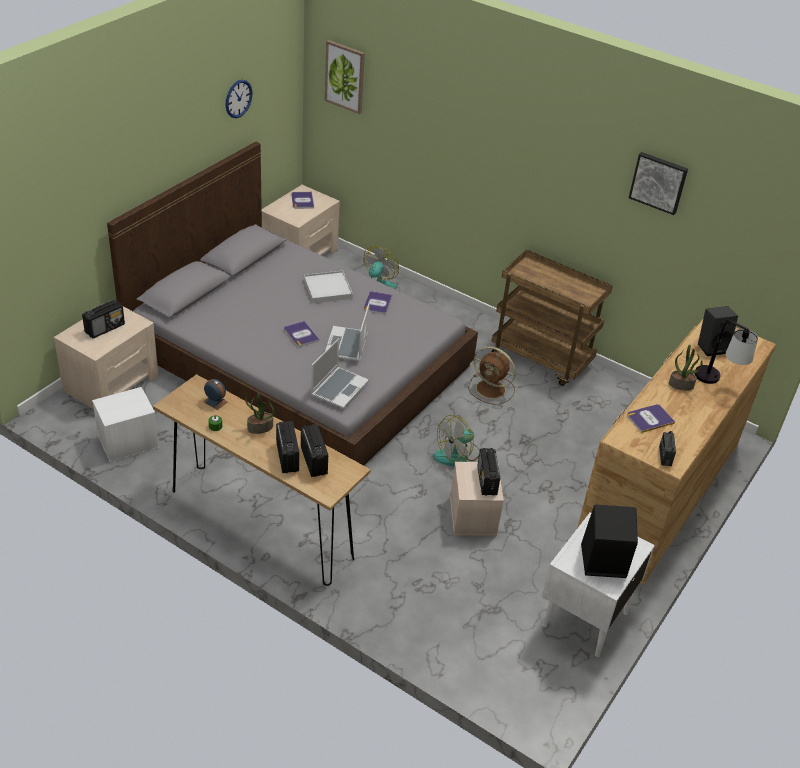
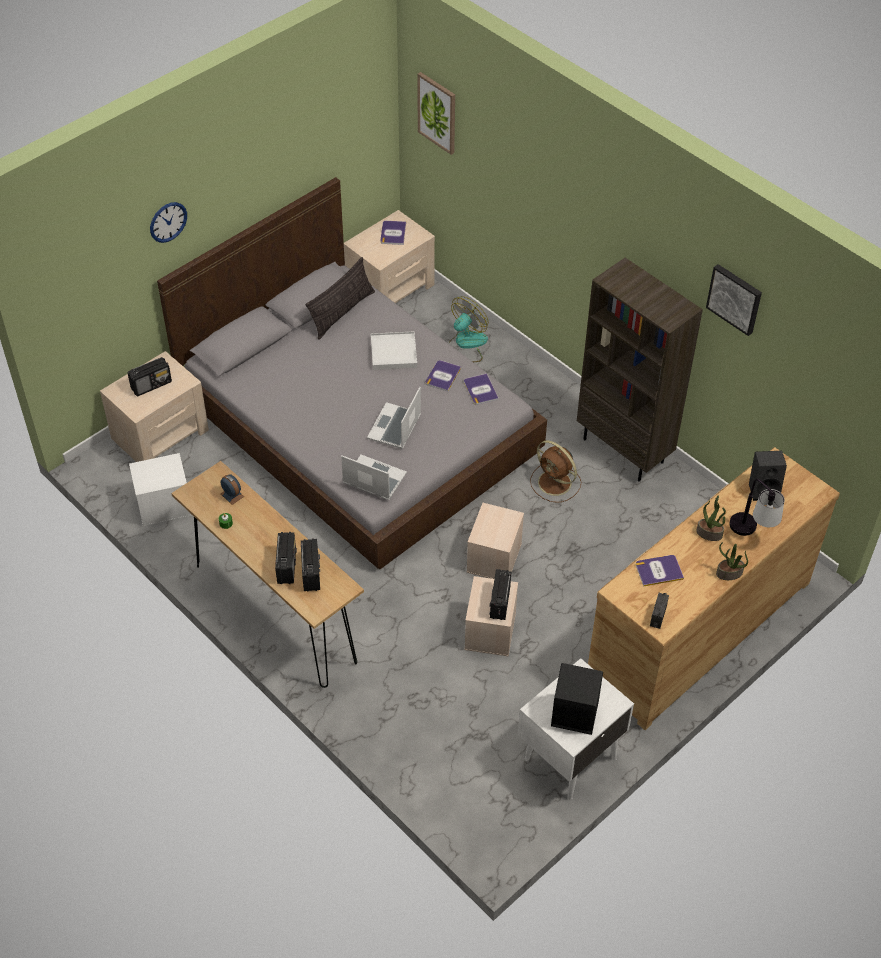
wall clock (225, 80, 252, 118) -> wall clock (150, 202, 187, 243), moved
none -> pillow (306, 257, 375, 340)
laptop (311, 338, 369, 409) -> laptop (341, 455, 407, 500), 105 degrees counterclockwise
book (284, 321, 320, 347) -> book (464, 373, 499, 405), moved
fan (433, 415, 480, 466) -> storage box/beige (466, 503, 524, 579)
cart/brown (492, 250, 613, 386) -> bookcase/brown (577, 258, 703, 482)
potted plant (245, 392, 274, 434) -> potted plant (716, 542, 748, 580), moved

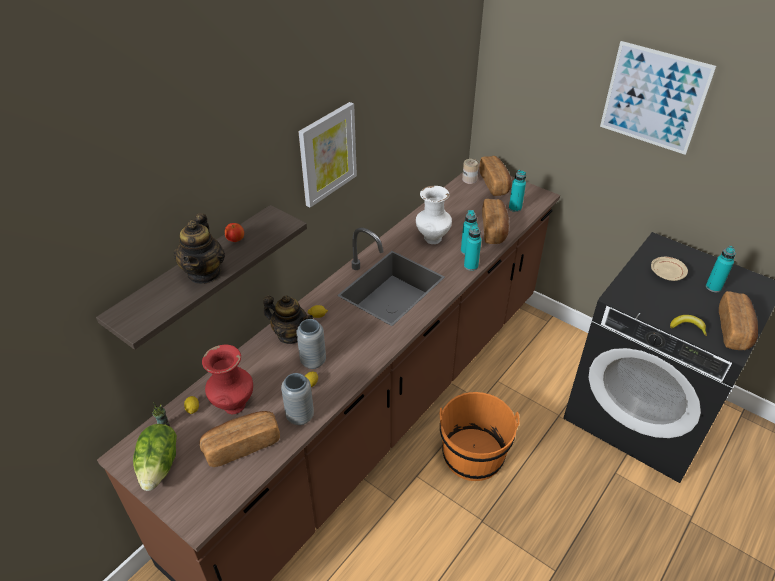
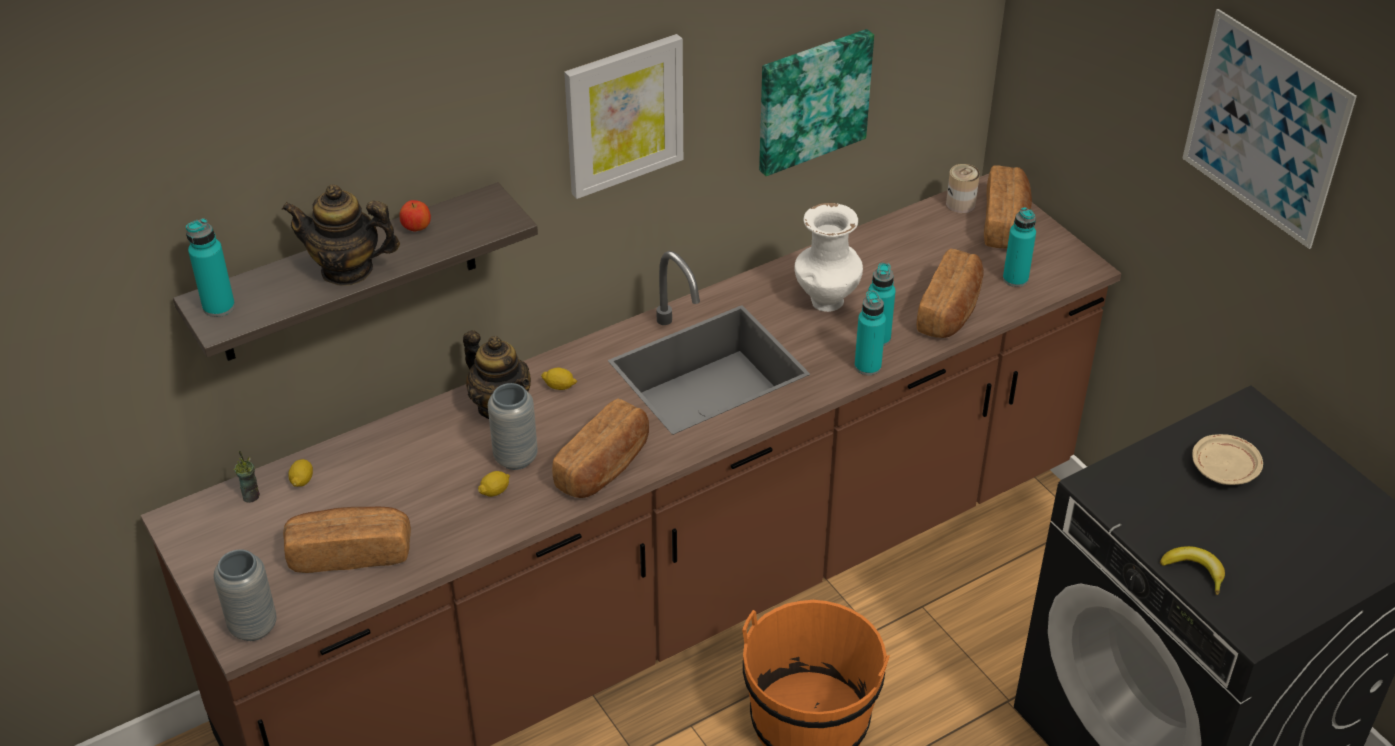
bottle/turquoise (706, 246, 736, 292) -> bottle/turquoise (186, 218, 235, 317), moved
vase/grey (281, 373, 314, 425) -> vase/grey (213, 549, 277, 641), moved
teapot (174, 213, 225, 284) -> teapot (282, 184, 400, 286), 75 degrees clockwise
bread (719, 291, 758, 350) -> bread (552, 398, 649, 498), moved
none -> picture (759, 29, 874, 176)
lettuce (133, 424, 177, 491) -> none
vase/red (202, 345, 253, 414) -> none

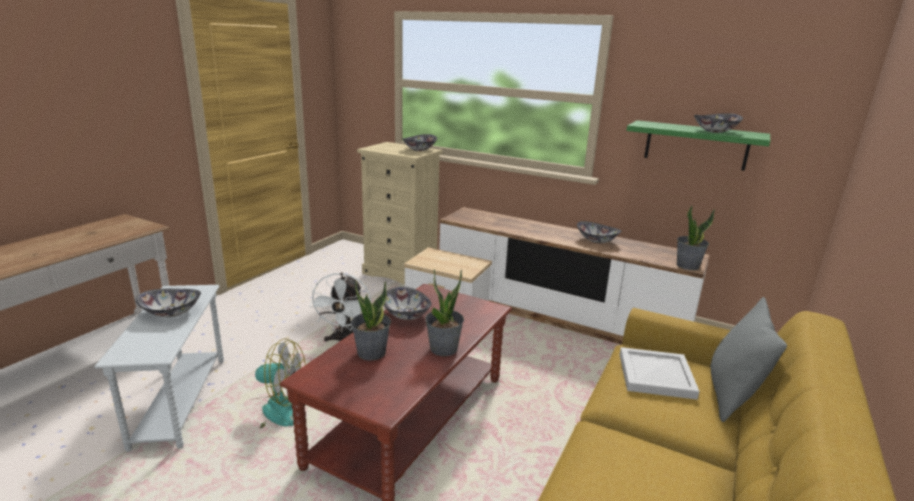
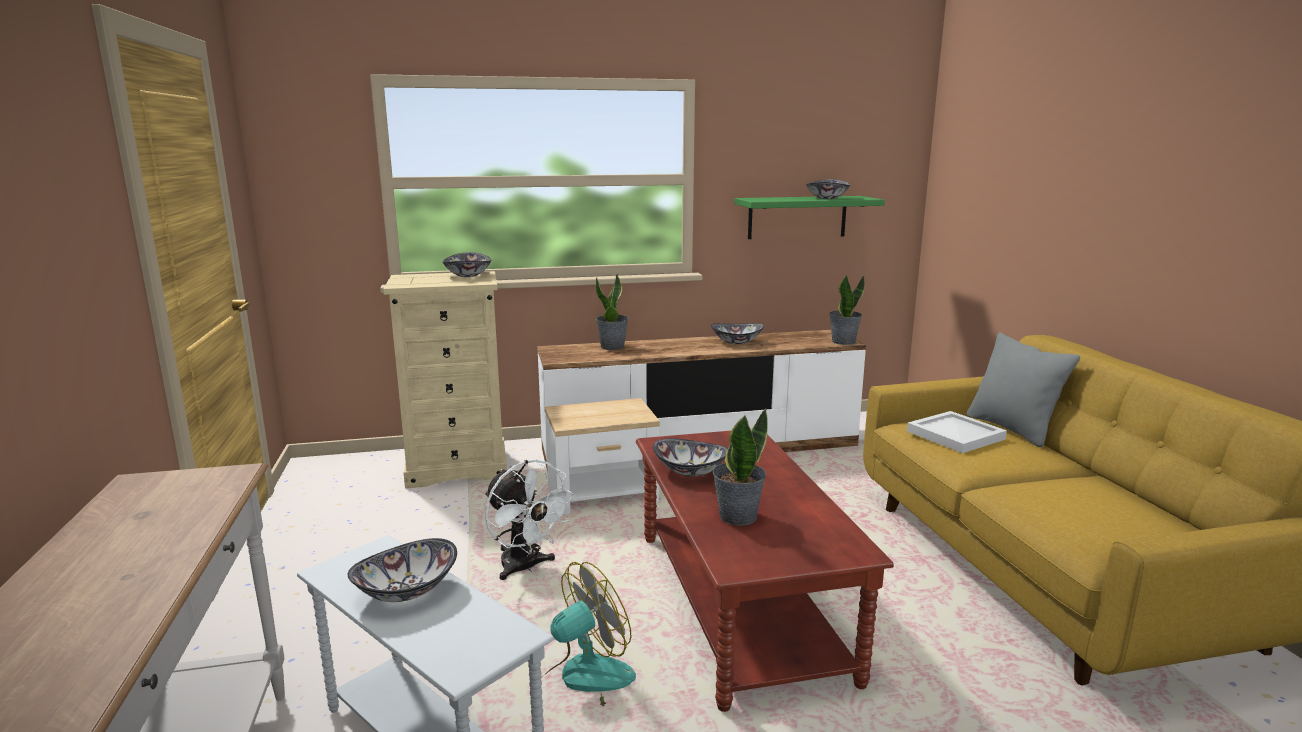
potted plant (425, 269, 464, 356) -> potted plant (595, 274, 629, 350), moved

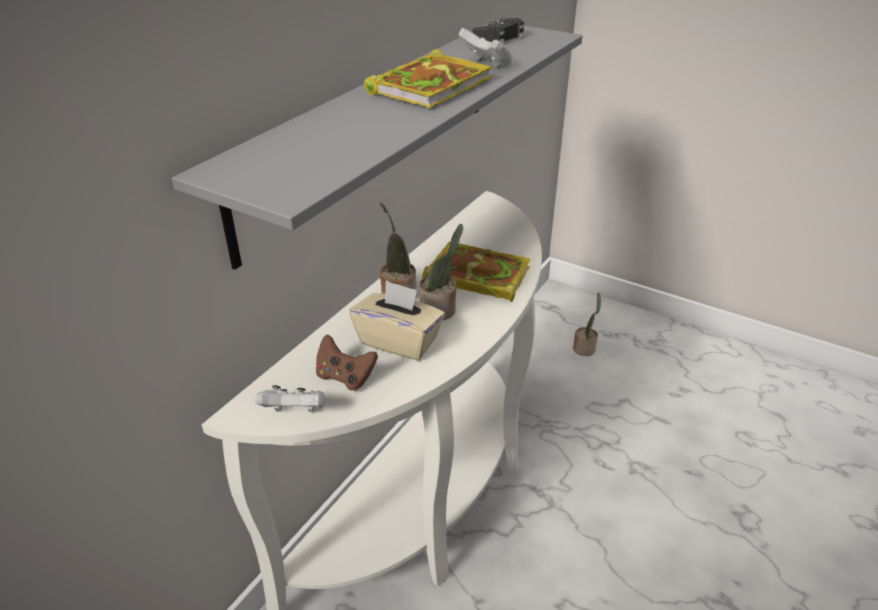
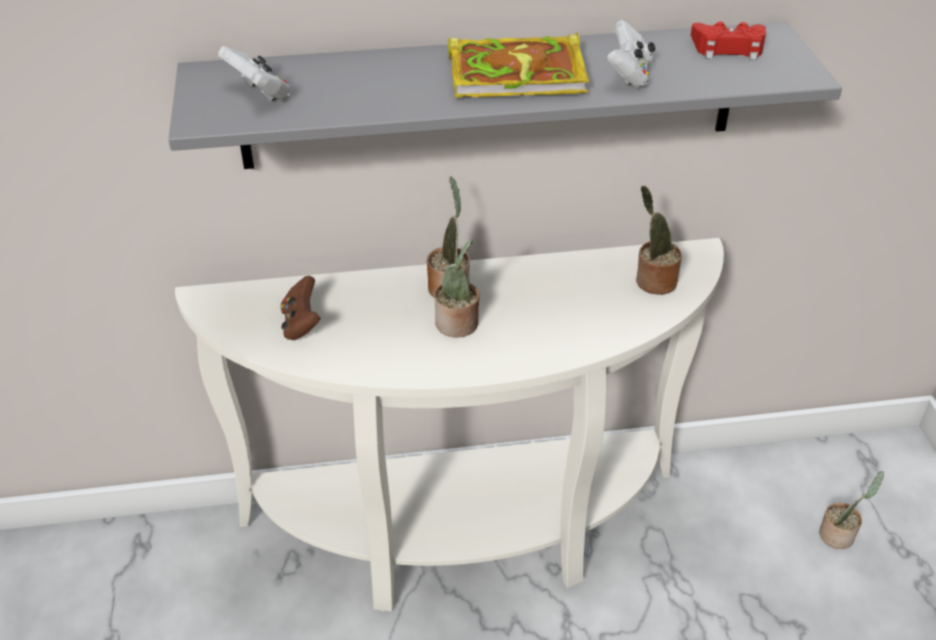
game controller/white (255, 385, 325, 412) -> game controller/white (218, 46, 291, 101), moved
none -> potted plant (636, 186, 682, 295)
game controller/black (473, 17, 524, 44) -> game controller/red (691, 21, 766, 60)
tissue box/beige (349, 280, 445, 361) -> none
book (422, 241, 530, 302) -> none

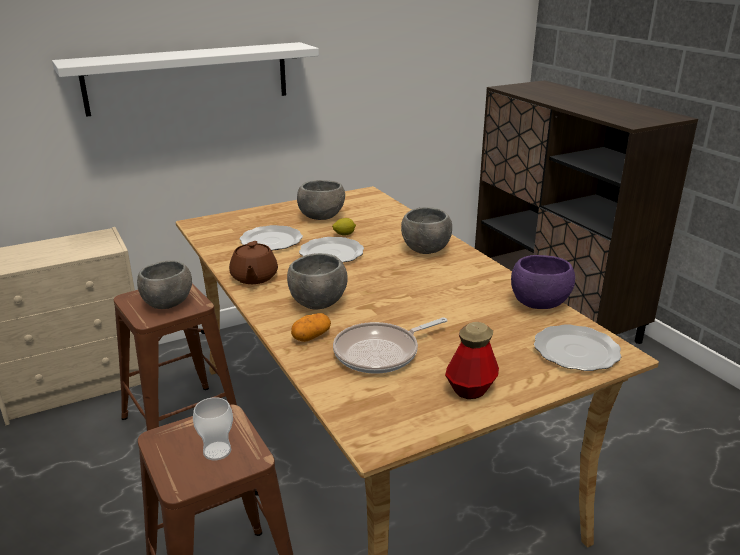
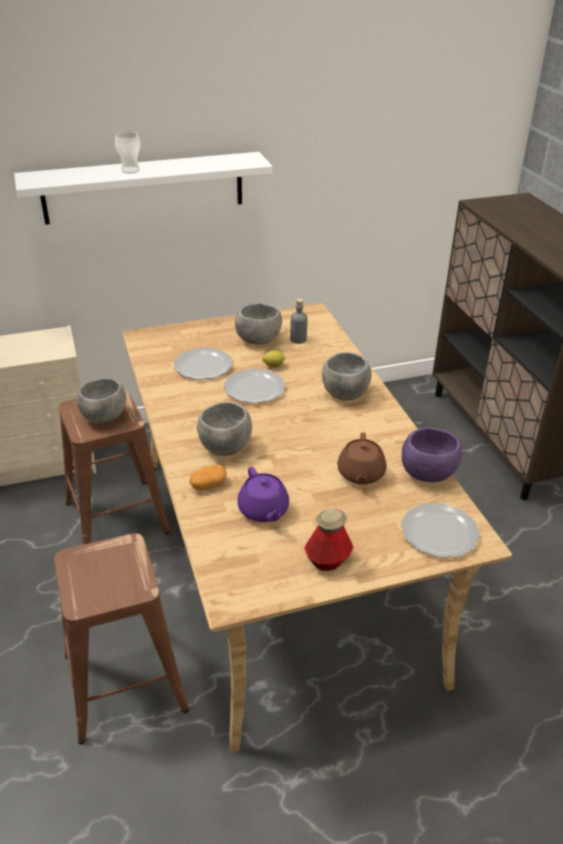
cup (193, 397, 233, 460) -> cup (115, 132, 140, 173), moved
frying pan (333, 317, 447, 374) -> teapot/purple (237, 467, 289, 522)
none -> bottle/grey (290, 299, 307, 344)
teapot/brown (229, 241, 278, 284) -> teapot/brown (337, 432, 387, 484), moved

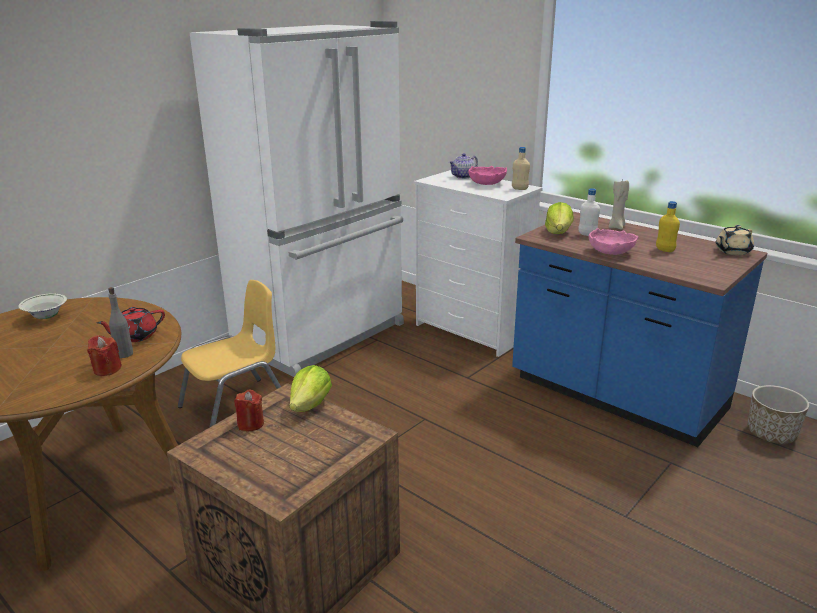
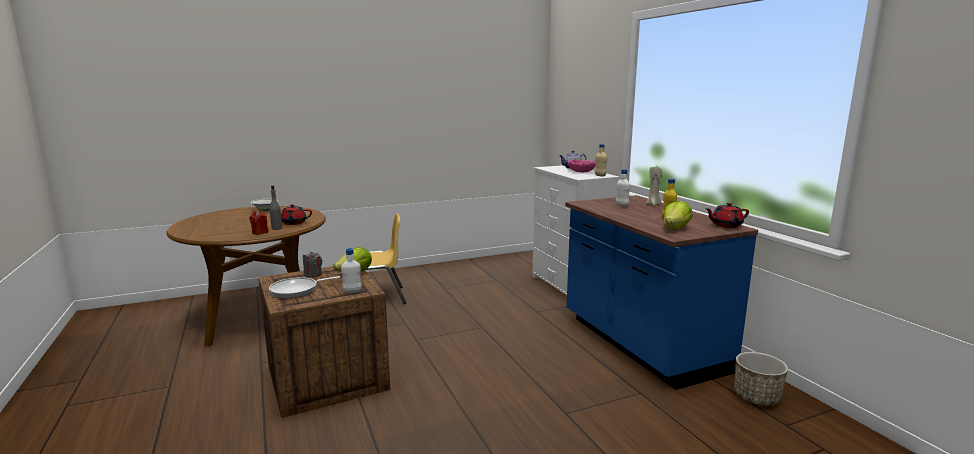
none -> frying pan (269, 276, 340, 298)
candle/red (234, 390, 264, 431) -> candle/grey (303, 252, 322, 277)
none -> bottle/white (341, 248, 362, 293)
lettuce (545, 202, 574, 234) -> lettuce (663, 201, 693, 229), moved
teapot/beige (716, 225, 754, 255) -> teapot/red (706, 203, 749, 228)
fridge/white (189, 21, 404, 377) -> none
bowl/pink (589, 228, 638, 255) -> none

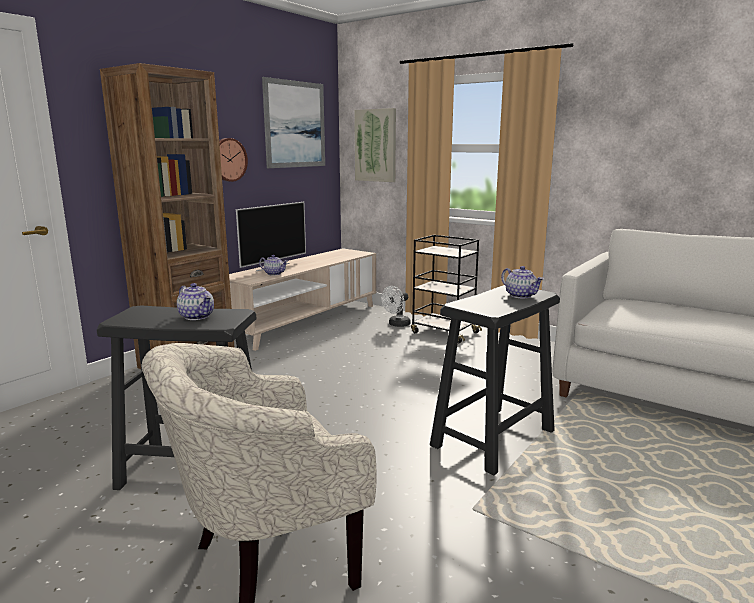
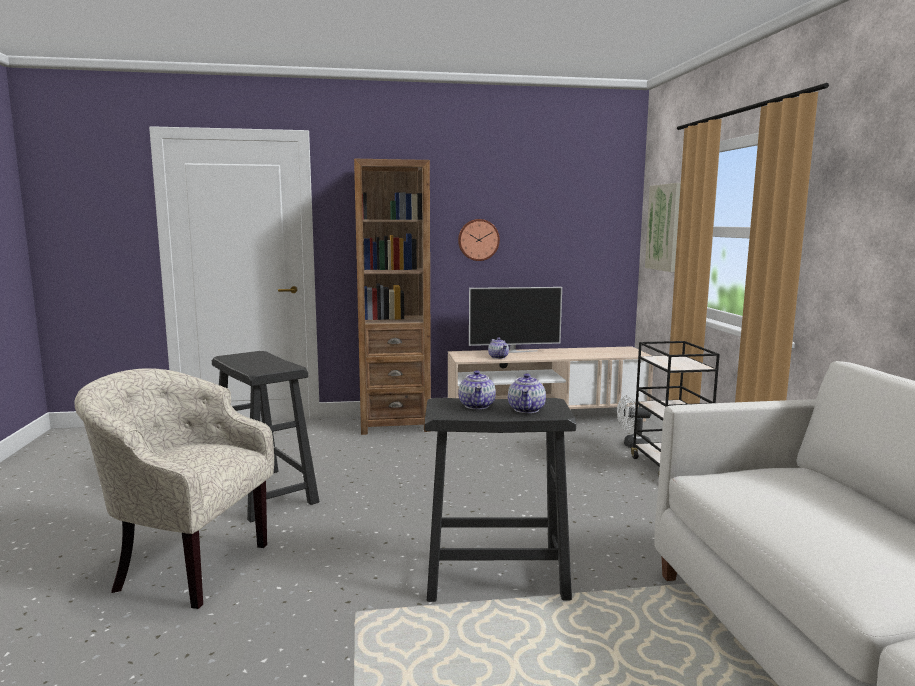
teapot (177, 283, 214, 320) -> teapot (458, 370, 496, 409), moved
picture (262, 77, 325, 168) -> none

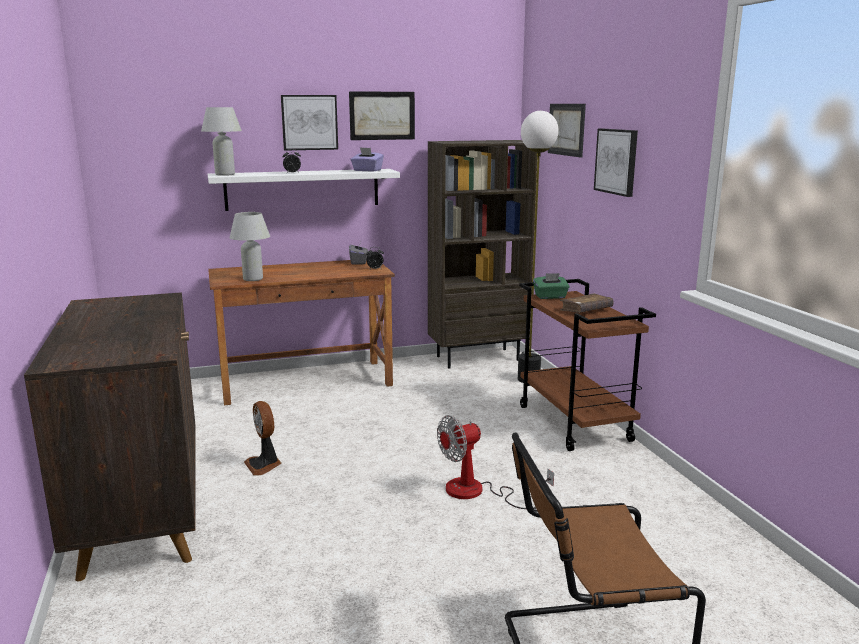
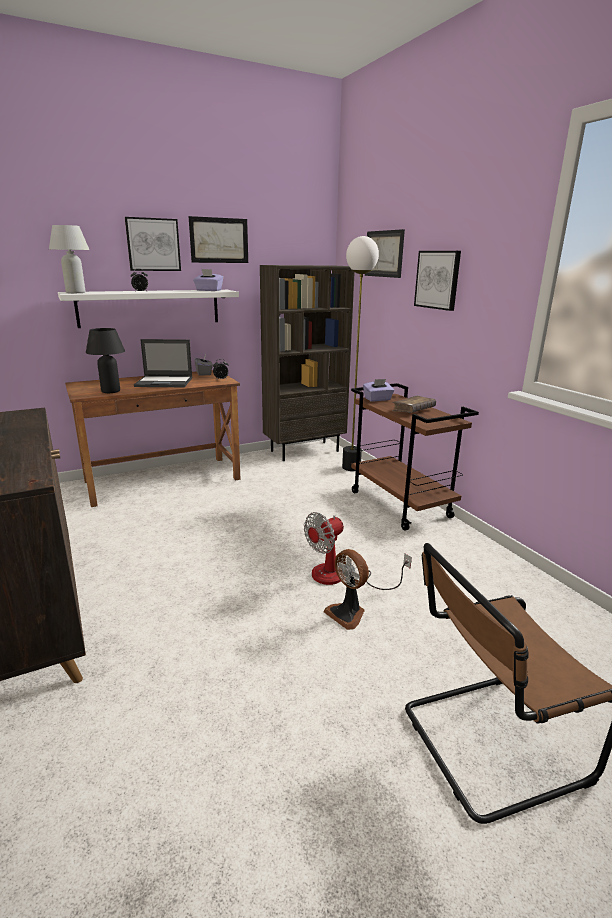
table lamp/white (230, 212, 270, 281) -> table lamp/black (86, 328, 125, 393)
none -> laptop (134, 339, 192, 387)
fan (244, 401, 282, 476) -> fan (323, 549, 369, 630), moved
tissue box/green (533, 273, 570, 299) -> tissue box/purple (363, 379, 394, 402)

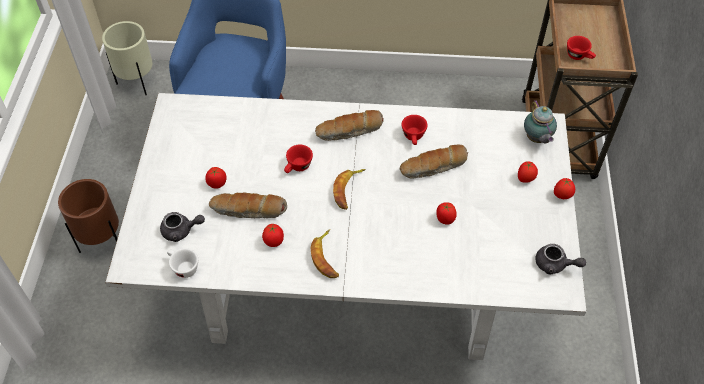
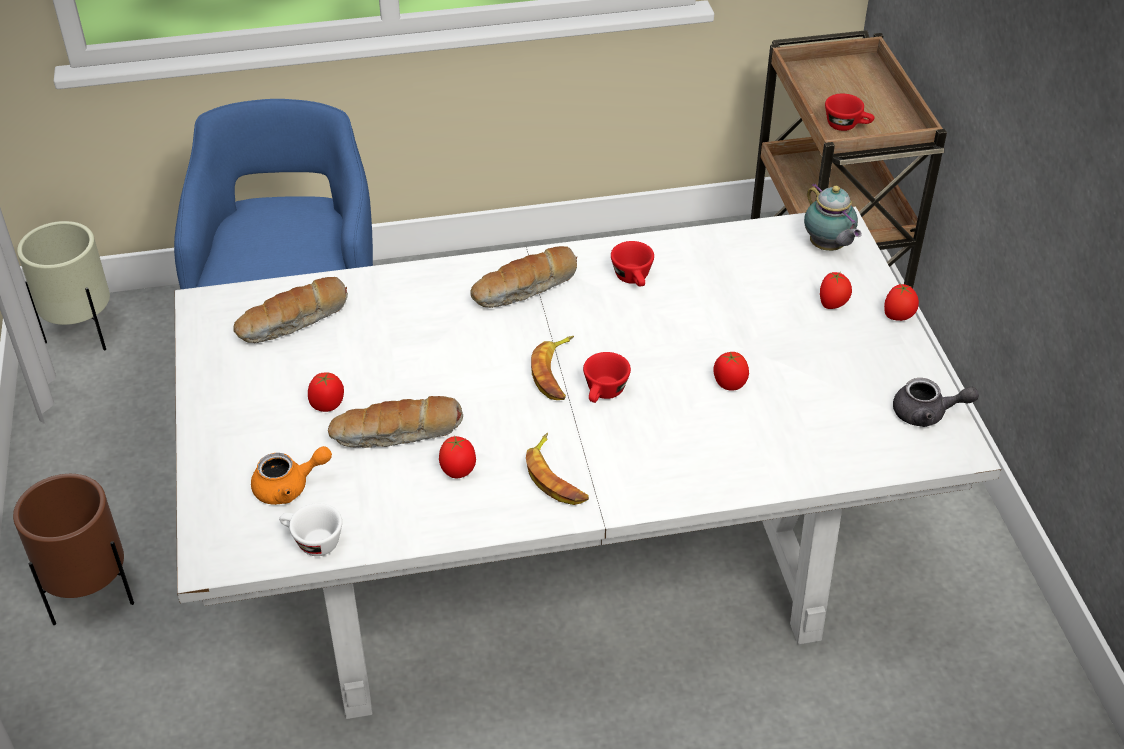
bread (400, 145, 468, 178) -> bread (233, 277, 348, 343), moved
teapot/grey (160, 212, 205, 242) -> teapot/orange (251, 446, 332, 505)
cup/red (284, 145, 313, 173) -> cup/red (583, 352, 631, 403), moved

